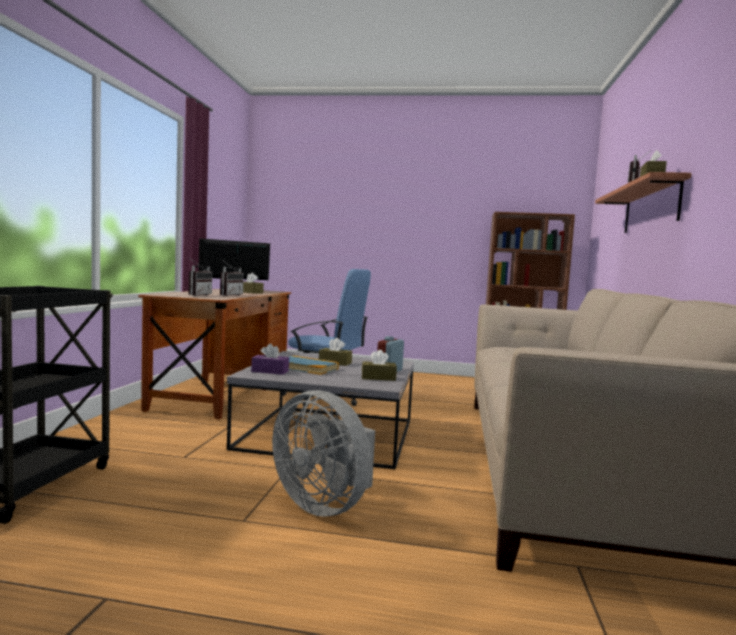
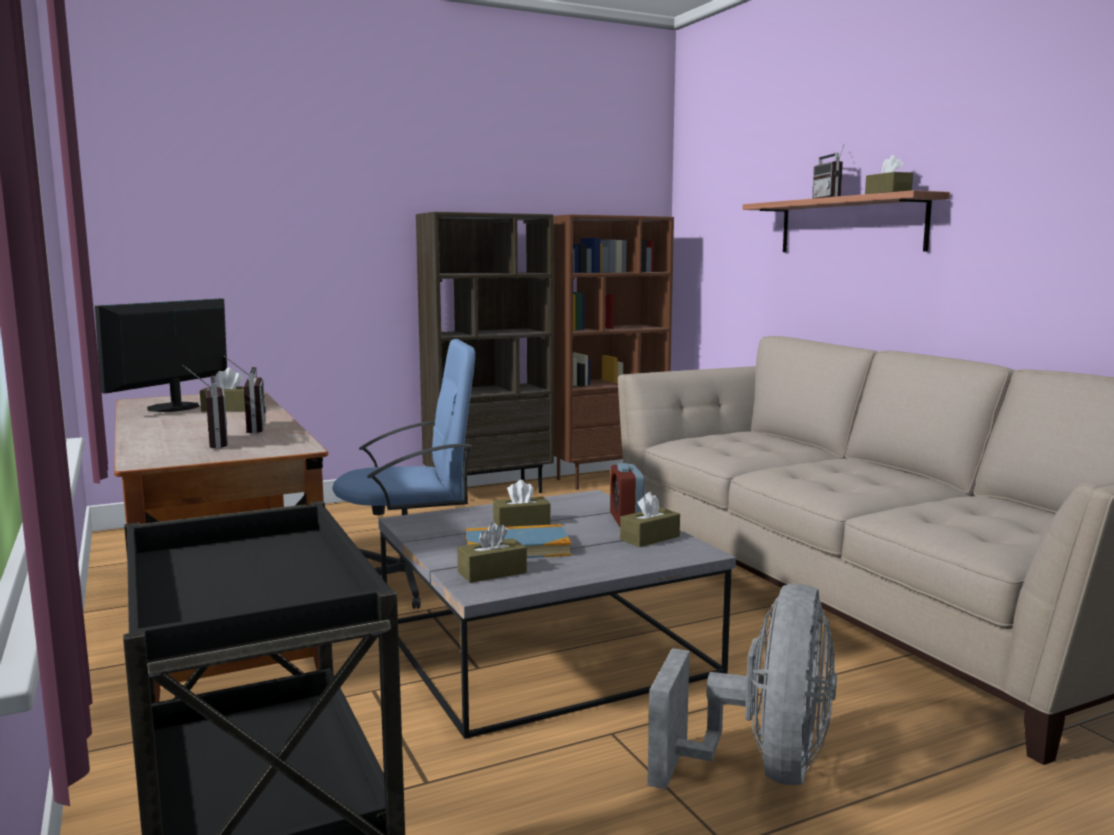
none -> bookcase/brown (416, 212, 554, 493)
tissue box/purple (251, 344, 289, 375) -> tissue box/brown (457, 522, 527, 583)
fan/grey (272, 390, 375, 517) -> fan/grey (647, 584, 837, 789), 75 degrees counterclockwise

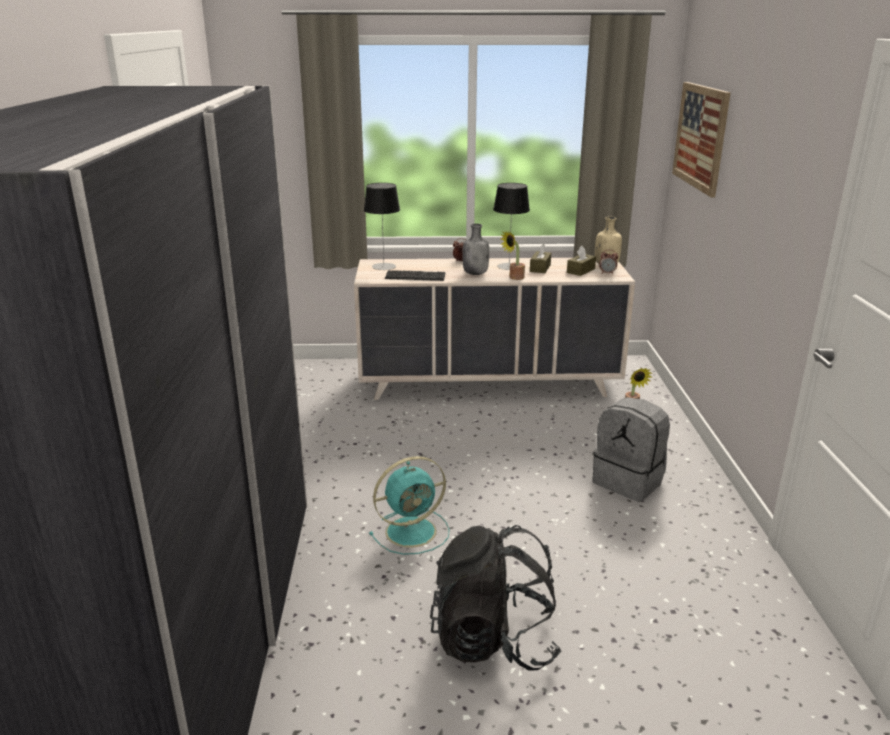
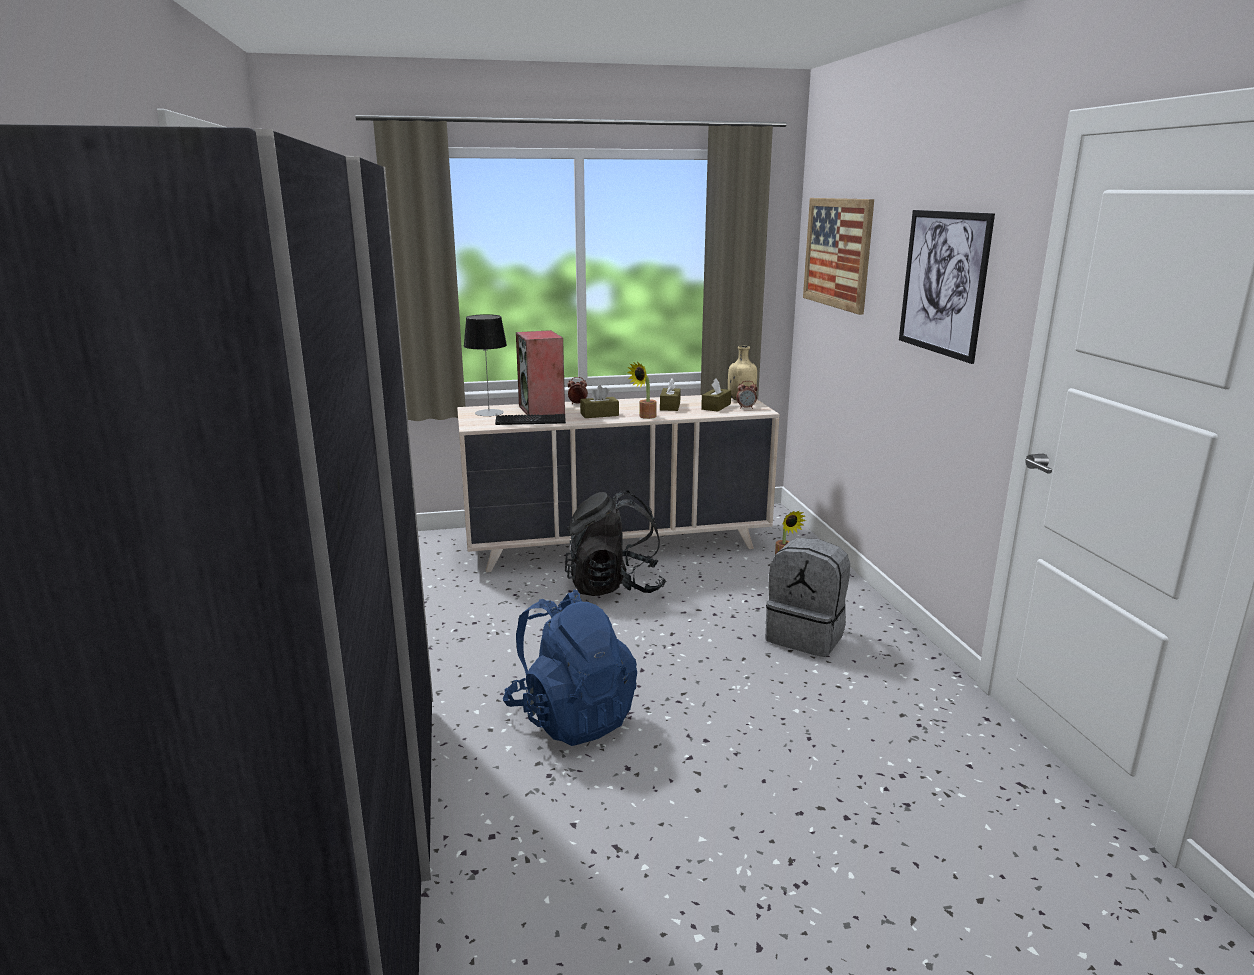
fan/turquoise (369, 456, 450, 555) -> backpack/blue (503, 589, 637, 746)
none -> speaker (516, 330, 565, 415)
backpack/black (430, 525, 561, 671) -> backpack/black (565, 490, 666, 596), moved
bottle/grey (462, 224, 489, 275) -> tissue box/brown (580, 385, 619, 418)
none -> picture (899, 210, 995, 364)
table lamp (493, 183, 530, 270) -> none

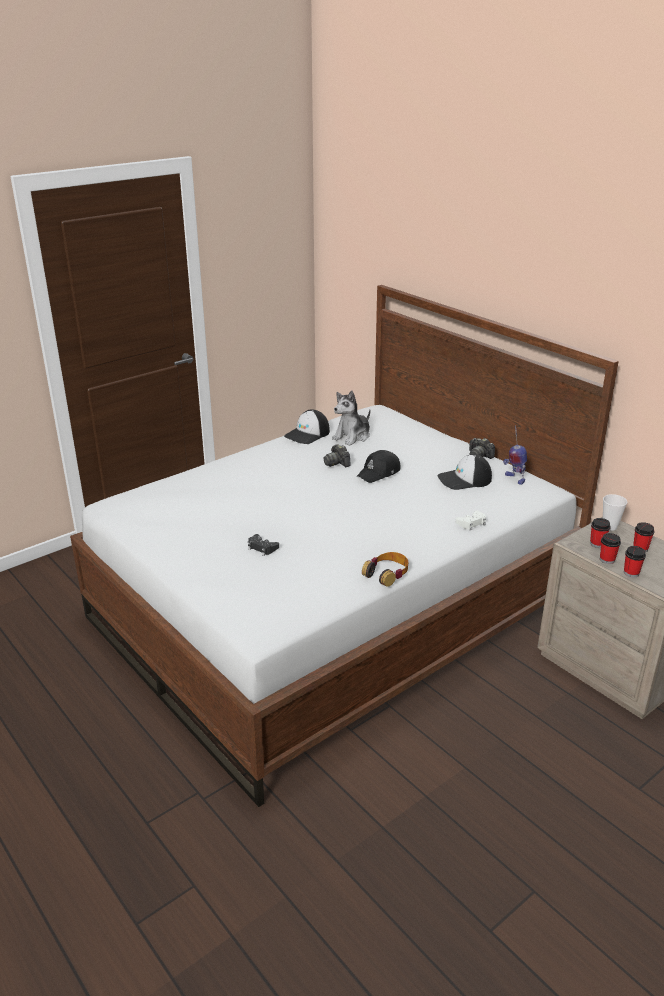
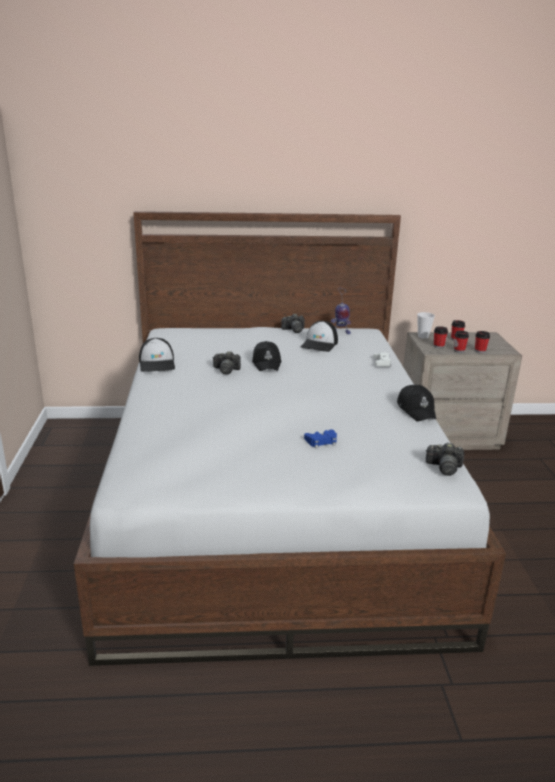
game controller/black (248, 534, 279, 556) -> game controller/blue (304, 429, 337, 448)
headphones (362, 552, 408, 587) -> cap/black (397, 385, 436, 421)
none -> photo camera (426, 442, 464, 476)
plush toy (332, 390, 370, 446) -> none

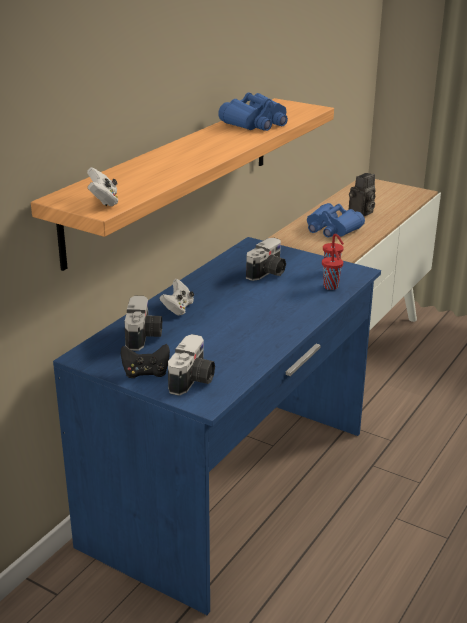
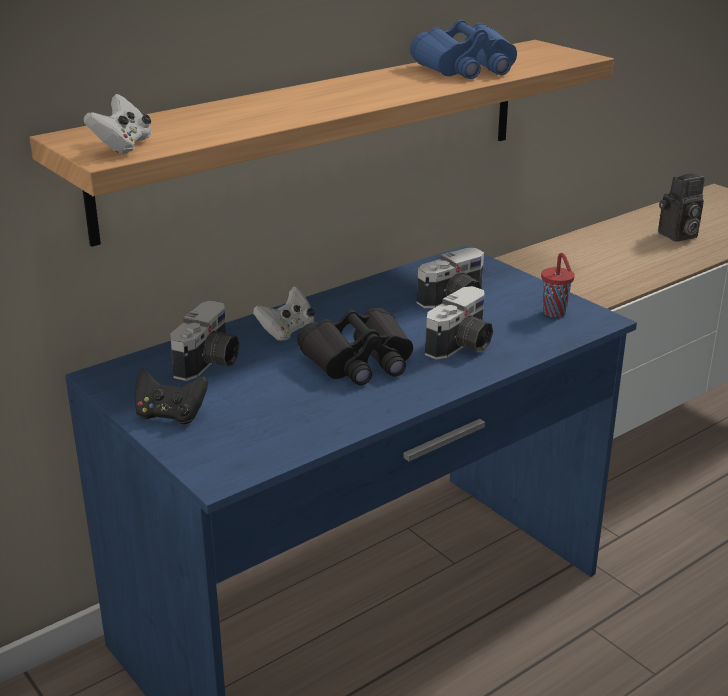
none -> binoculars/black (297, 308, 413, 385)
photo camera (168, 334, 215, 396) -> photo camera (425, 286, 493, 360), moved
binoculars/blue (307, 203, 365, 238) -> none
cup/red (322, 248, 343, 290) -> none

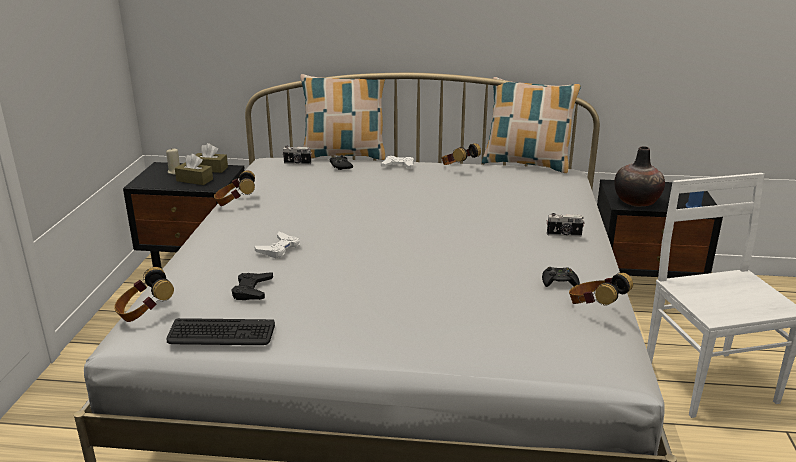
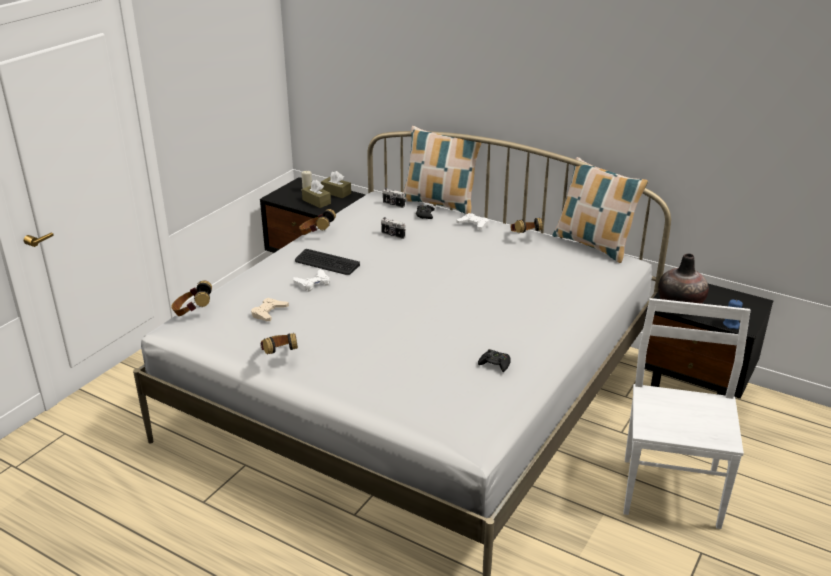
game controller/black (231, 272, 273, 300) -> game controller/beige (251, 298, 289, 321)
headphones (569, 272, 633, 306) -> headphones (260, 333, 298, 354), moved
keyboard (167, 318, 275, 345) -> keyboard (295, 249, 360, 275), moved
photo camera (547, 213, 585, 237) -> photo camera (381, 217, 406, 239), moved

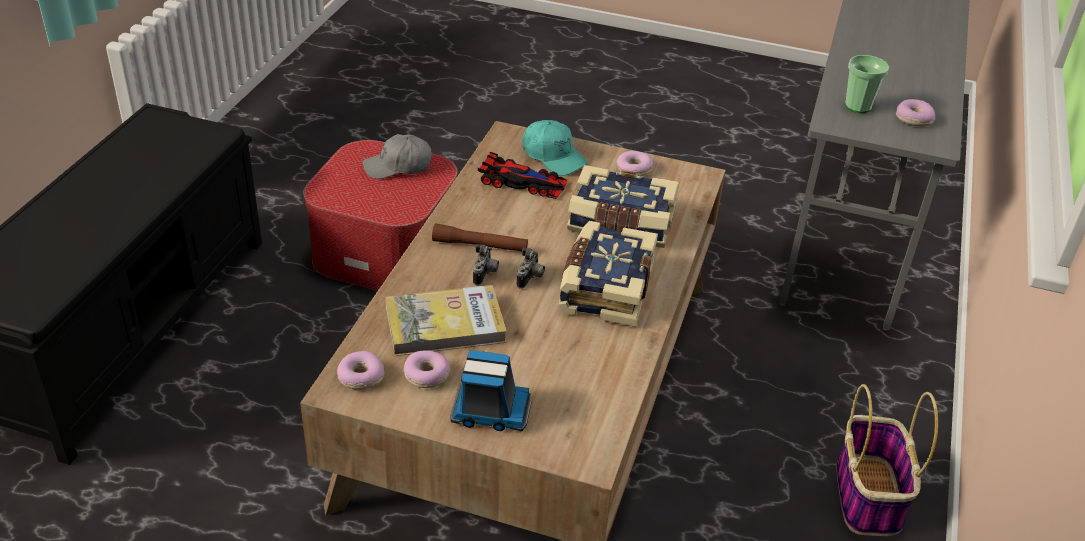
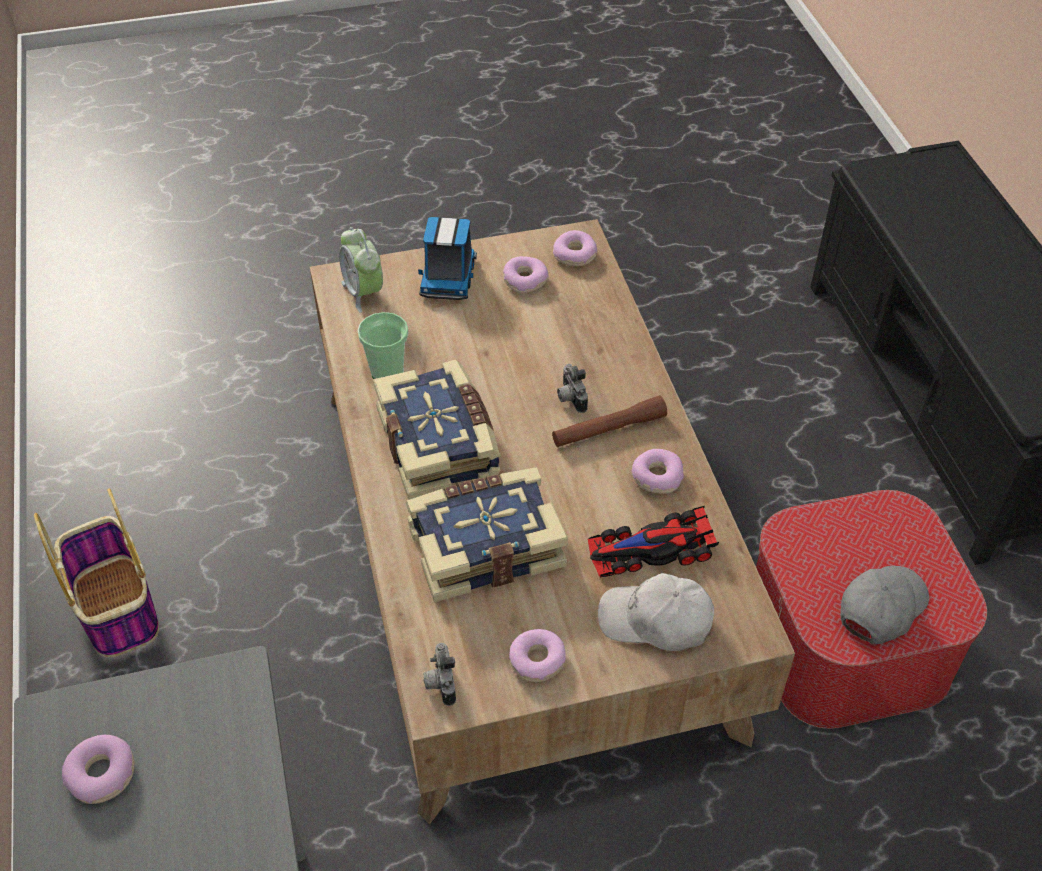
none -> alarm clock (339, 227, 383, 313)
cup (845, 55, 889, 113) -> cup (357, 312, 408, 379), moved
toy truck (450, 350, 532, 431) -> toy truck (418, 217, 477, 300), 60 degrees counterclockwise
photo camera (516, 247, 545, 289) -> photo camera (423, 643, 456, 706), moved
cap/turquoise (522, 120, 589, 176) -> cap/white (598, 573, 714, 651)
none -> donut (631, 449, 684, 494)
book (385, 285, 507, 356) -> none

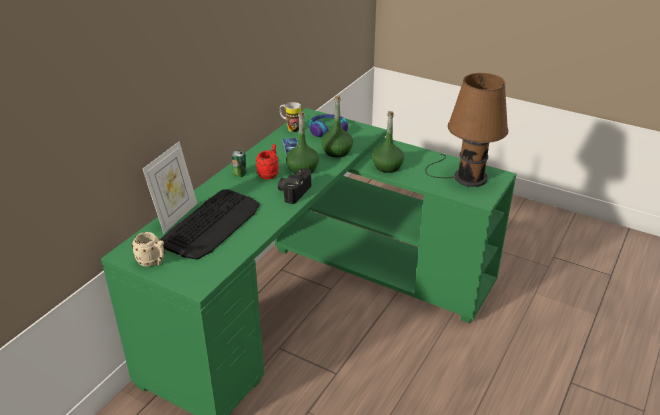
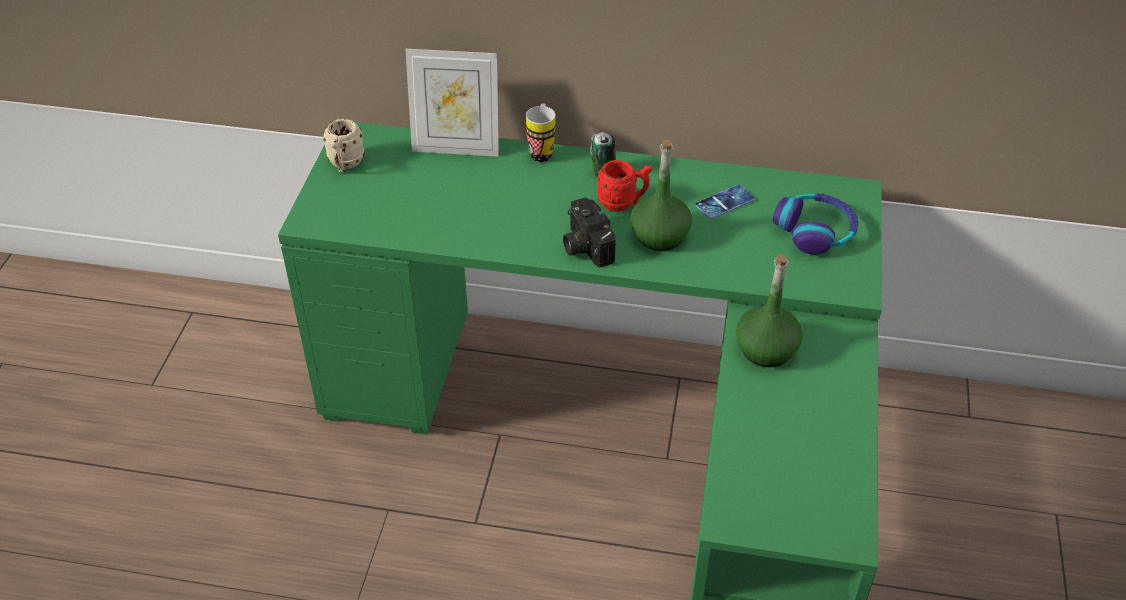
mug (279, 102, 301, 132) -> mug (526, 103, 556, 163), moved
photo camera (278, 168, 311, 204) -> photo camera (563, 198, 616, 267), 120 degrees counterclockwise
keyboard (159, 189, 260, 260) -> none
bottle/green (321, 96, 353, 157) -> none
table lamp/brown (425, 73, 508, 187) -> none

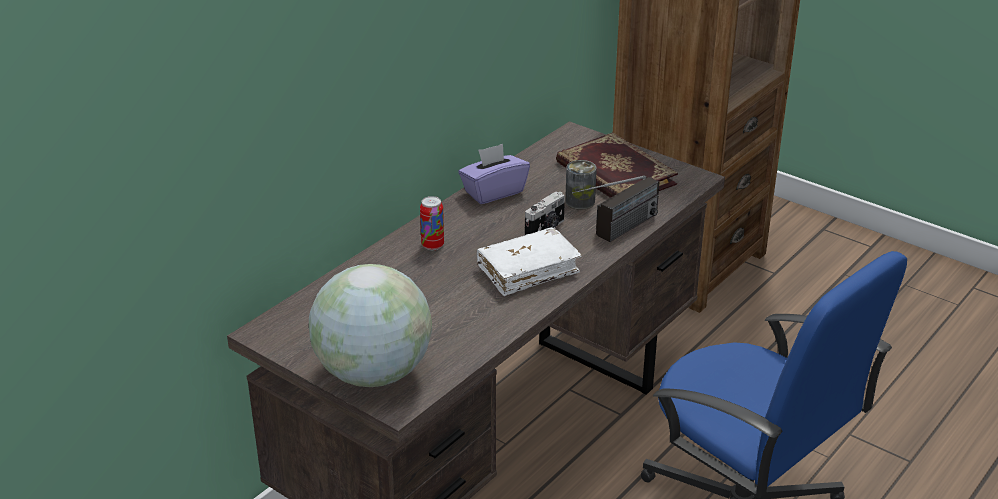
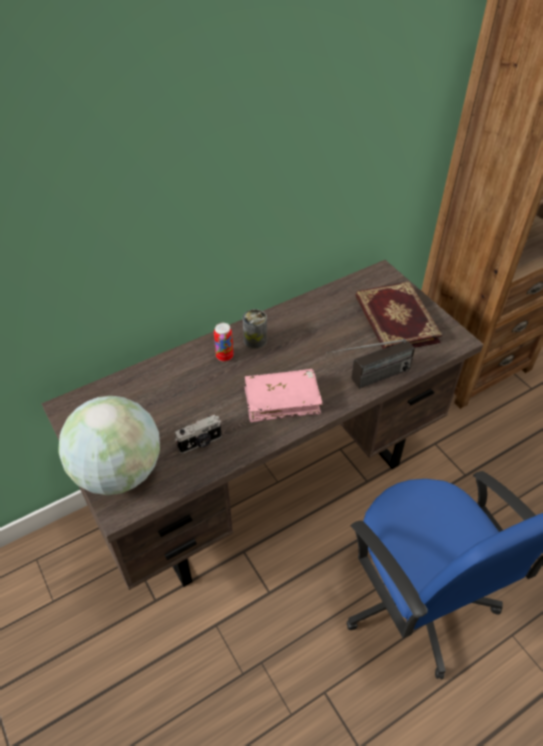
photo camera (525, 192, 565, 235) -> photo camera (175, 415, 222, 454), moved
can (565, 160, 597, 210) -> can (243, 309, 267, 349), moved
book/white (477, 227, 582, 296) -> book/pink (245, 369, 323, 422)
tissue box/purple (458, 144, 530, 204) -> none

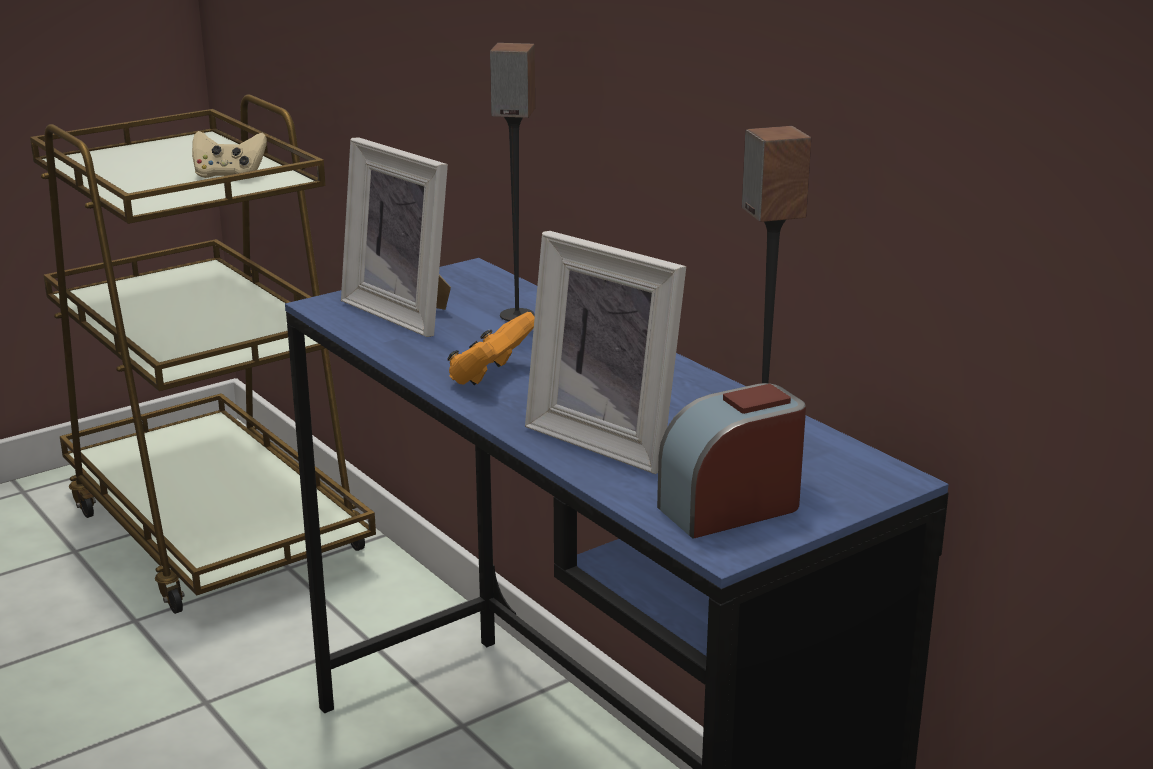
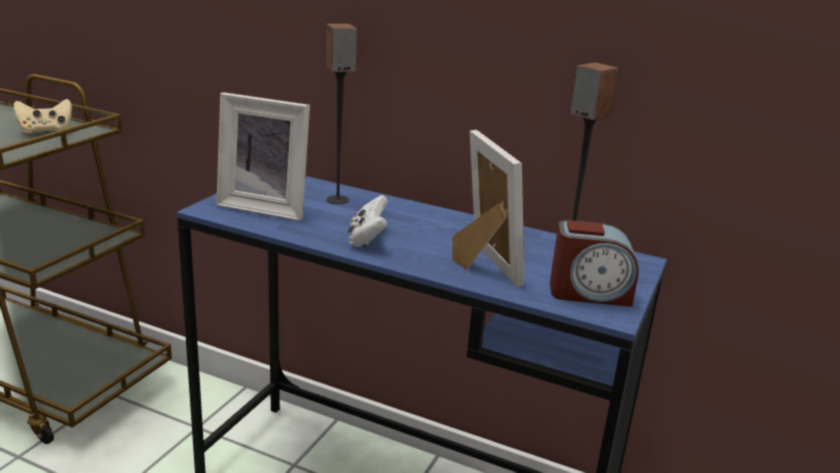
game controller/orange (448, 312, 535, 385) -> game controller/white (348, 195, 388, 247)
picture frame (525, 231, 686, 474) -> picture frame (452, 130, 524, 287), 120 degrees counterclockwise
alarm clock (657, 383, 806, 539) -> alarm clock (550, 220, 639, 307), 120 degrees counterclockwise

